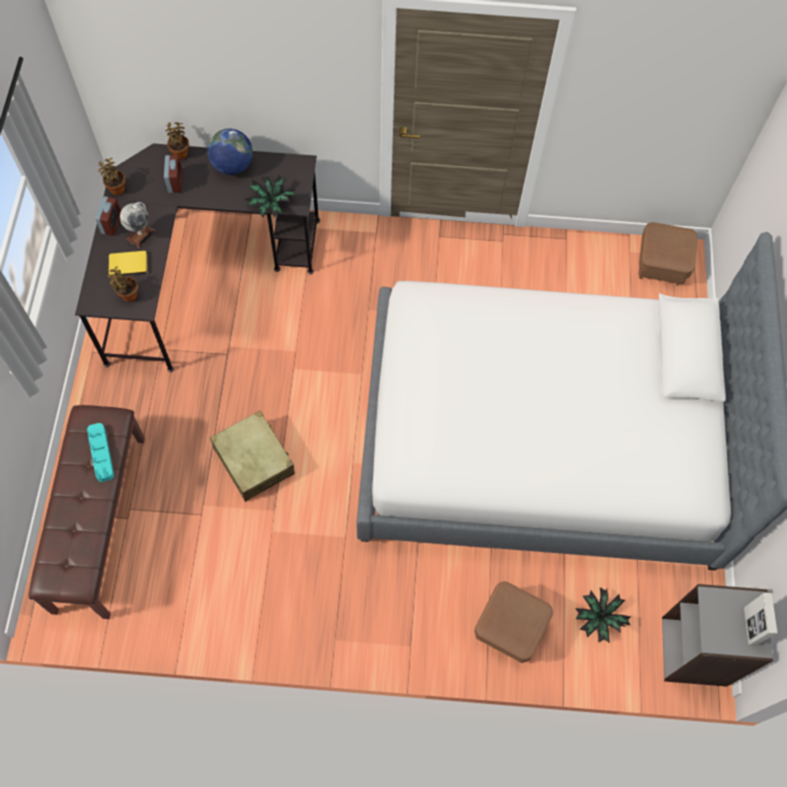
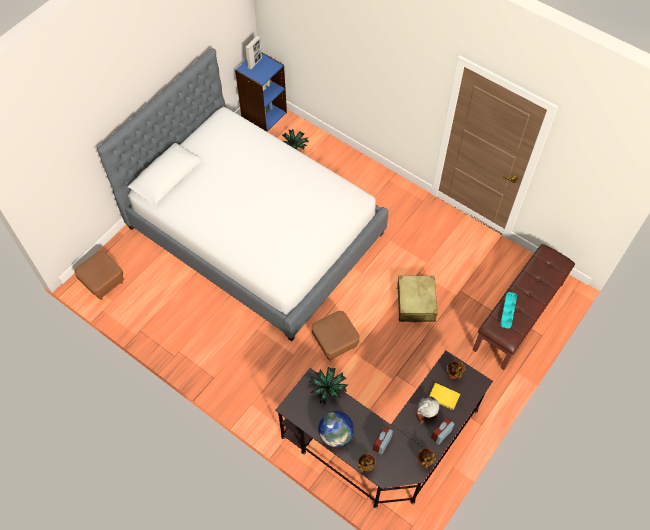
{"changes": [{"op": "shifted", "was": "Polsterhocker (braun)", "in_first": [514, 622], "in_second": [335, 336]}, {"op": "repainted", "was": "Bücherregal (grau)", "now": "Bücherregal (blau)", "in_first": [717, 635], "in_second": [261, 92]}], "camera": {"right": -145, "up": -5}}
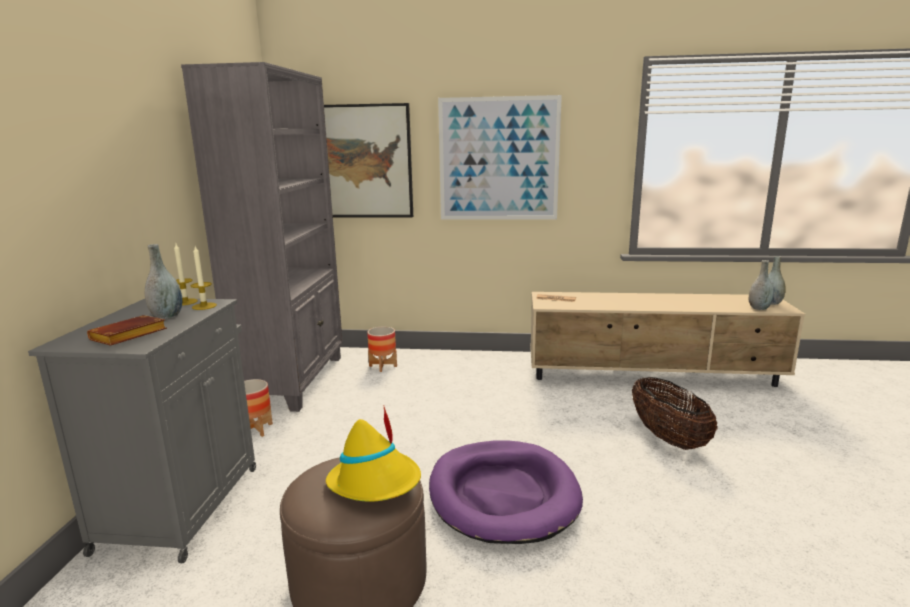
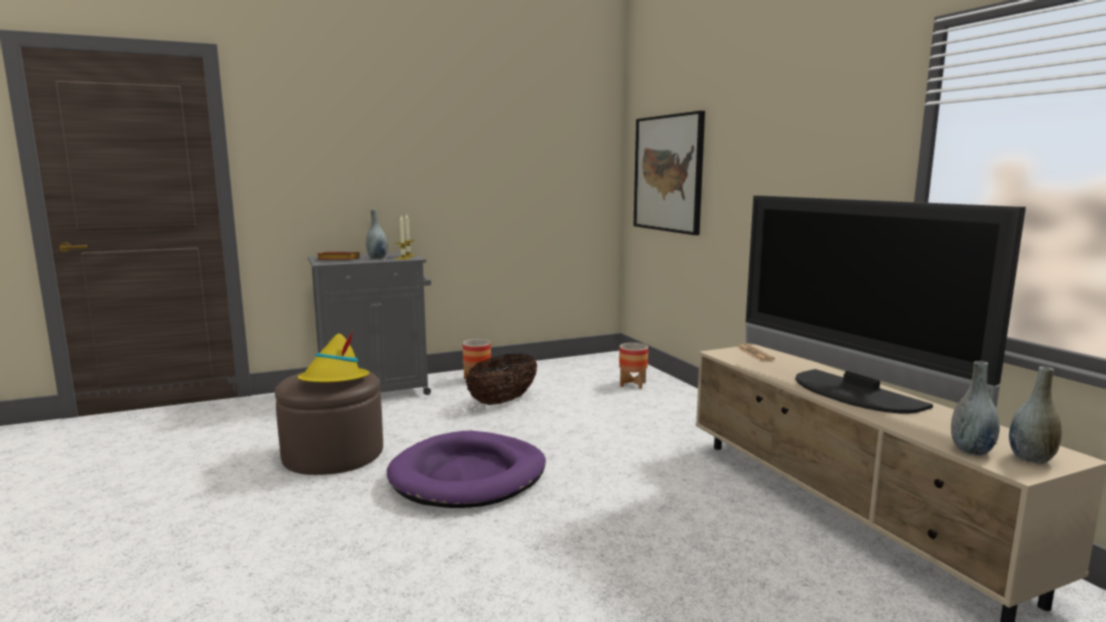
{"changes": [{"op": "gone", "was": "Bücherregal (grau)", "in_first": [262, 237]}, {"op": "gone", "was": "Bild", "in_first": [500, 157]}, {"op": "shifted", "was": "Korb", "in_first": [675, 413], "in_second": [501, 379]}, {"op": "new", "now": "Fernseher", "in_second": [886, 305]}], "camera": {"right": 60, "up": -5}}
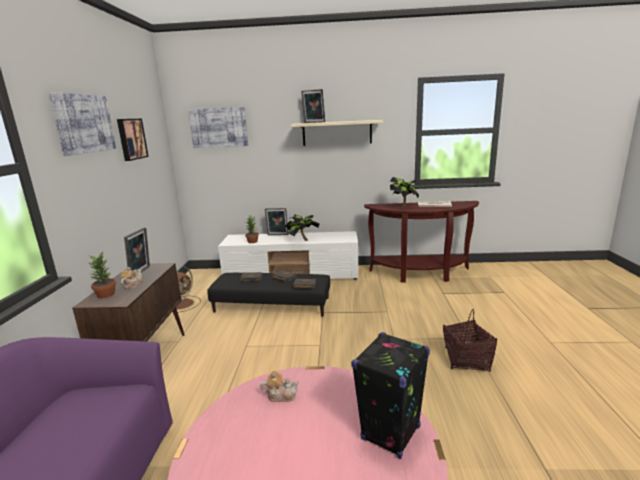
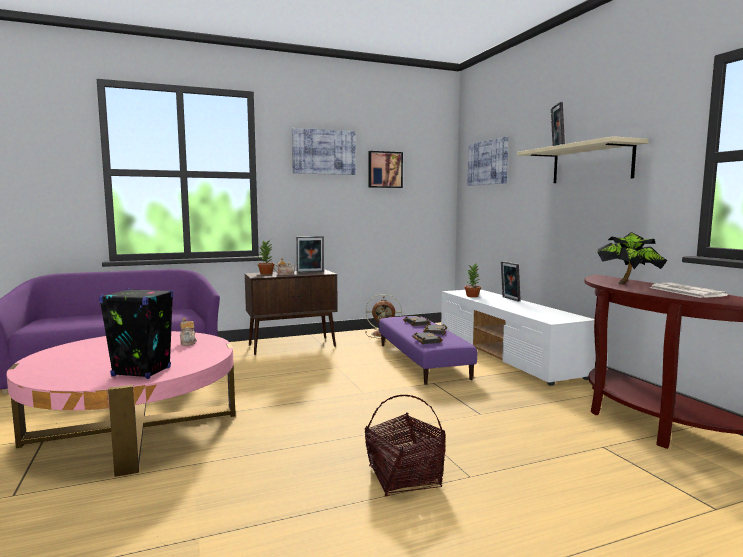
{"changes": [{"op": "gone", "was": "Topfpflanze", "in_first": [302, 227]}, {"op": "repainted", "was": "Polsterhocker (schwarz)", "now": "Polsterhocker (lila)", "in_first": [268, 295], "in_second": [428, 350]}], "camera": {"right": 65, "up": -10}}
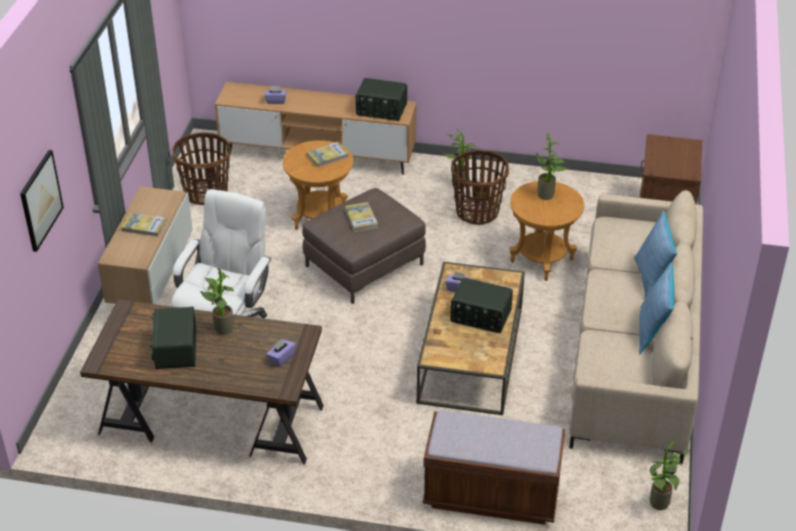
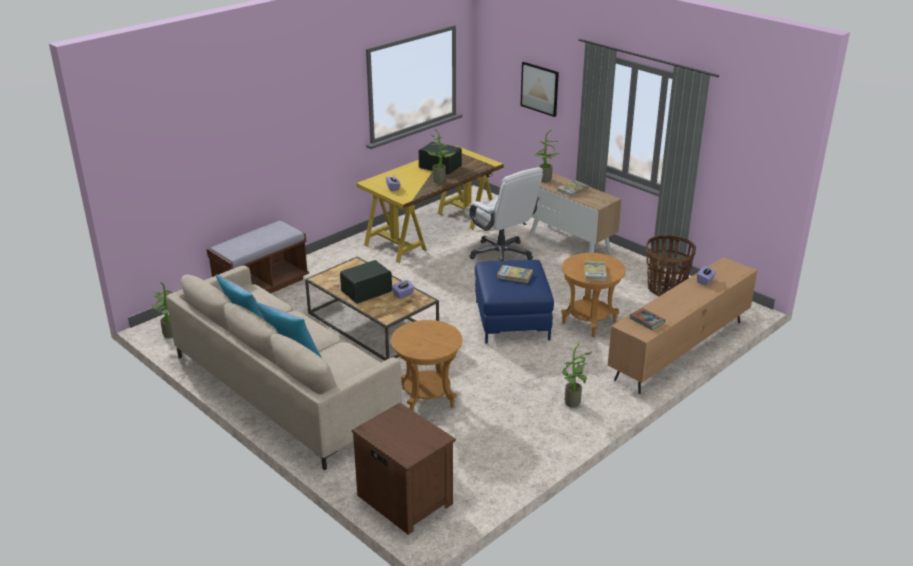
{"changes": [{"op": "swapped", "was": "Radio", "now": "Buch", "in_first": [381, 99], "in_second": [647, 319]}, {"op": "shifted", "was": "Topfpflanze", "in_first": [553, 166], "in_second": [547, 156]}, {"op": "gone", "was": "Korb", "in_first": [480, 187]}, {"op": "repainted", "was": "Polsterhocker (braun)", "now": "Polsterhocker (blau)", "in_first": [364, 246], "in_second": [514, 302]}, {"op": "repainted", "was": "Schreibtisch (braun)", "now": "Schreibtisch (gelb)", "in_first": [202, 382], "in_second": [430, 204]}], "camera": {"right": 125, "up": -10}}
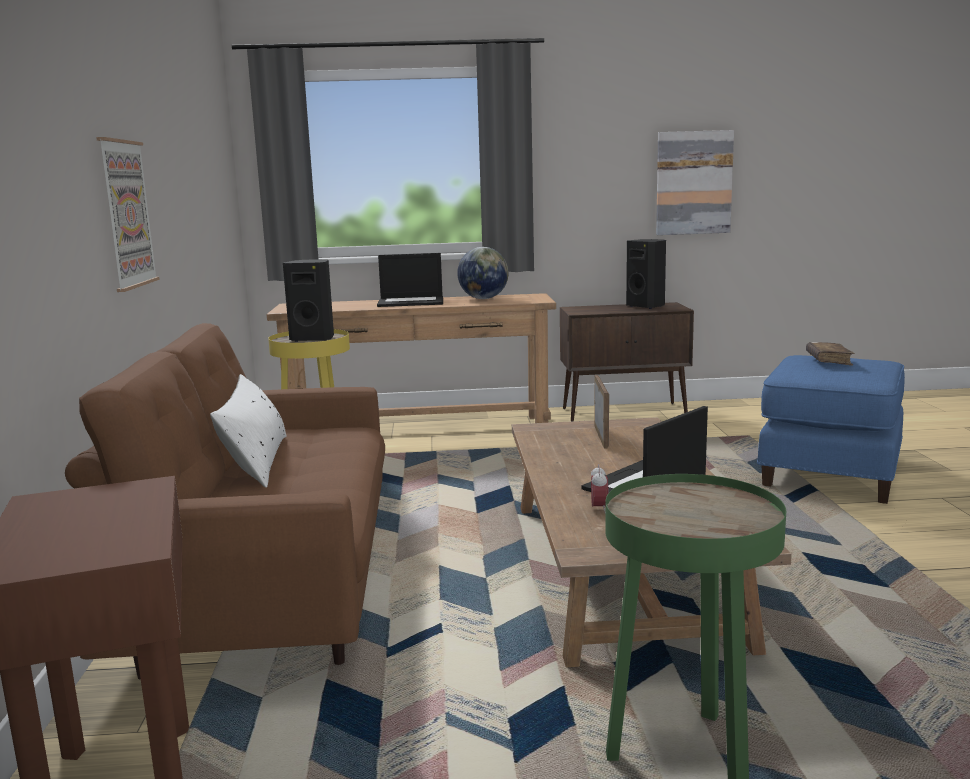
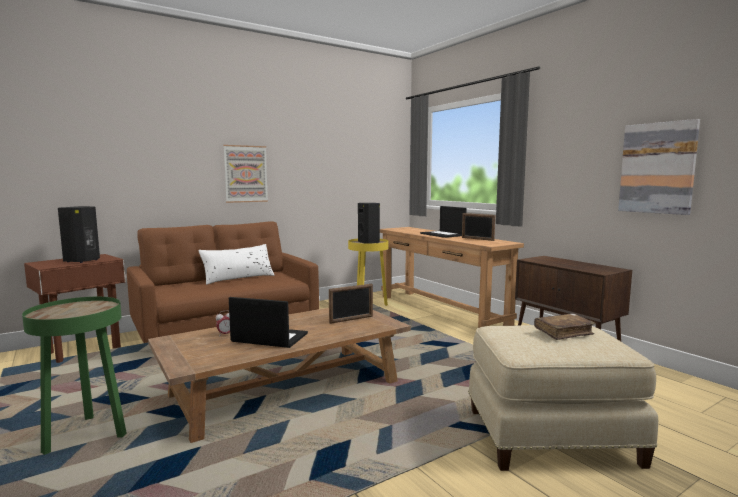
{"changes": [{"op": "shifted", "was": "Lautsprecher (schwarz)", "in_first": [646, 274], "in_second": [79, 234]}, {"op": "swapped", "was": "Globus", "now": "Bilderrahmen", "in_first": [482, 273], "in_second": [478, 227]}, {"op": "repainted", "was": "Polsterhocker (blau)", "now": "Polsterhocker (beige)", "in_first": [831, 429], "in_second": [563, 398]}], "camera": {"right": 60, "up": -5}}
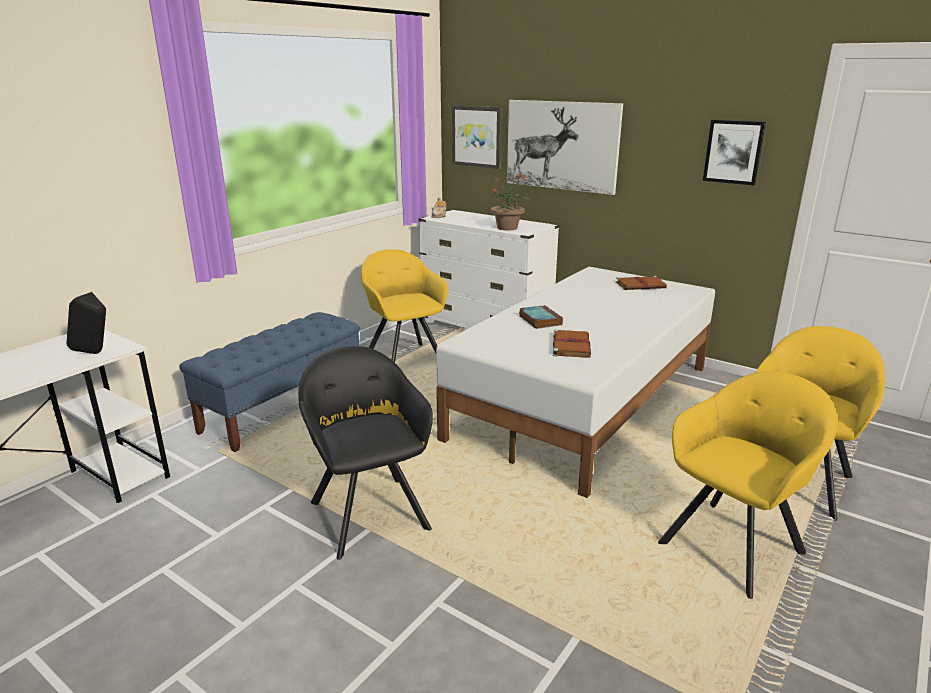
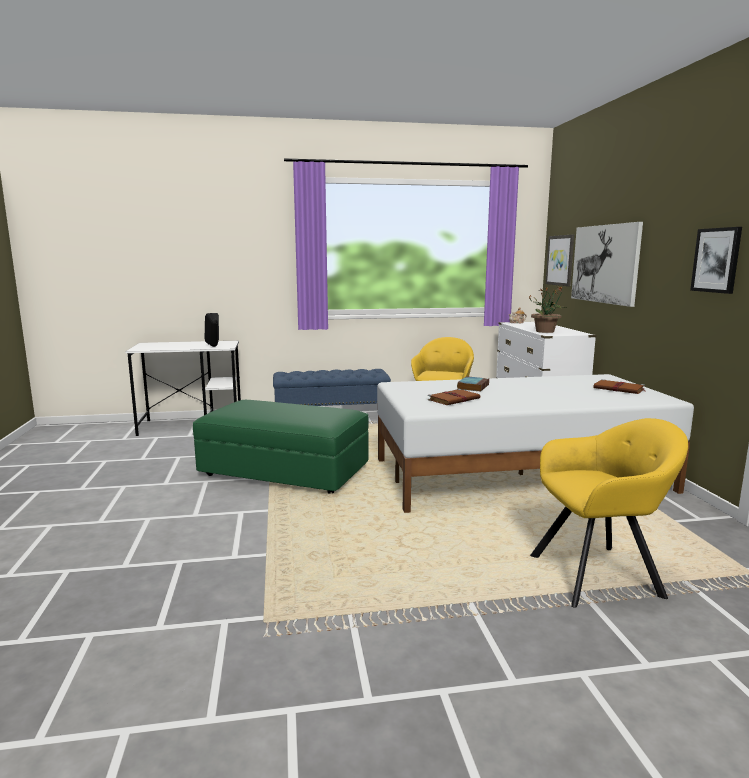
{"changes": [{"op": "swapped", "was": "Sessel (schwarz)", "now": "Polsterhocker (grün)", "in_first": [365, 453], "in_second": [281, 447]}, {"op": "gone", "was": "Sessel (gelb)", "in_first": [747, 485]}], "camera": {"right": 45, "up": -10}}
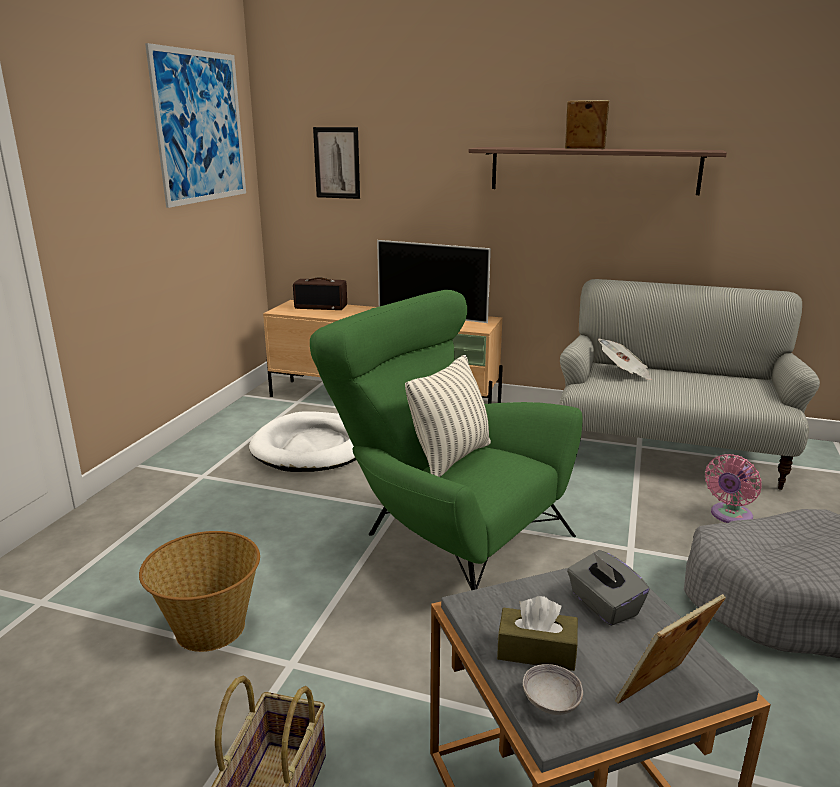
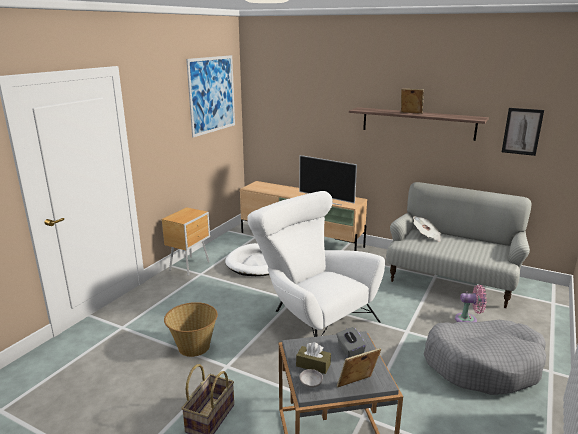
{"changes": [{"op": "shifted", "was": "Bild", "in_first": [336, 163], "in_second": [523, 132]}, {"op": "gone", "was": "Radio", "in_first": [320, 293]}, {"op": "repainted", "was": "Sessel (grün)", "now": "Sessel (weiß)", "in_first": [446, 440], "in_second": [316, 264]}, {"op": "gone", "was": "Kissen", "in_first": [448, 416]}, {"op": "rotated", "was": "Ventilator (rosa)", "in_first": [733, 488], "in_second": [471, 303], "clockwise": -135}, {"op": "new", "now": "Nachttisch (braun)", "in_second": [186, 241]}], "camera": {"right": 10, "up": 0}}
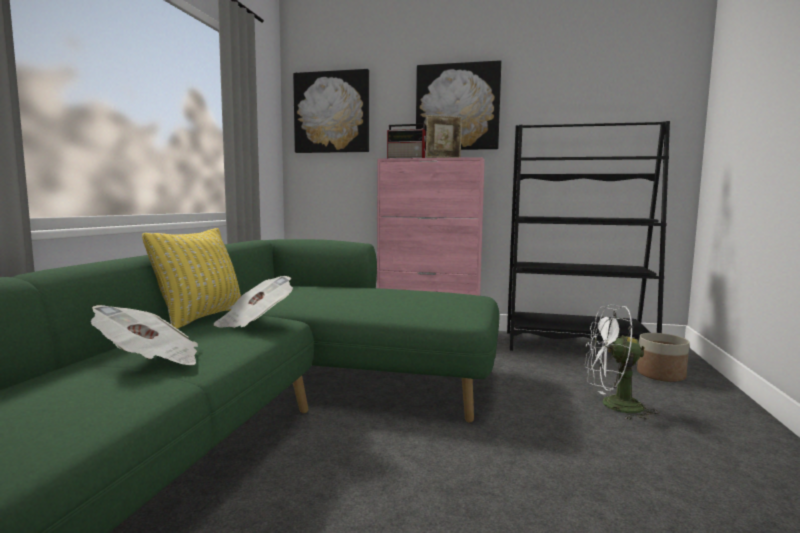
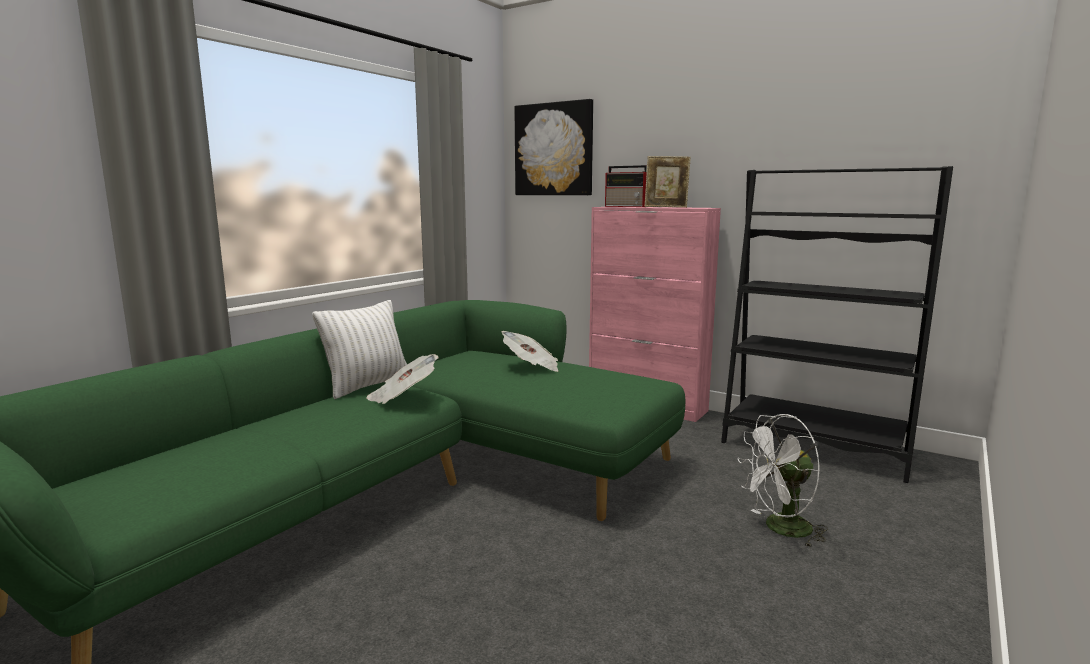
{"changes": [{"op": "gone", "was": "Bild", "in_first": [459, 105]}, {"op": "repainted", "was": "Kissen (gelb)", "now": "Kissen (weiß)", "in_first": [191, 278], "in_second": [359, 349]}, {"op": "rotated", "was": "Ventilator (weiß)", "in_first": [621, 362], "in_second": [783, 480], "clockwise": -45}, {"op": "shifted", "was": "Zeitung", "in_first": [144, 335], "in_second": [530, 351]}, {"op": "gone", "was": "Pflanzkübel", "in_first": [663, 357]}], "camera": {"right": 20, "up": 5}}
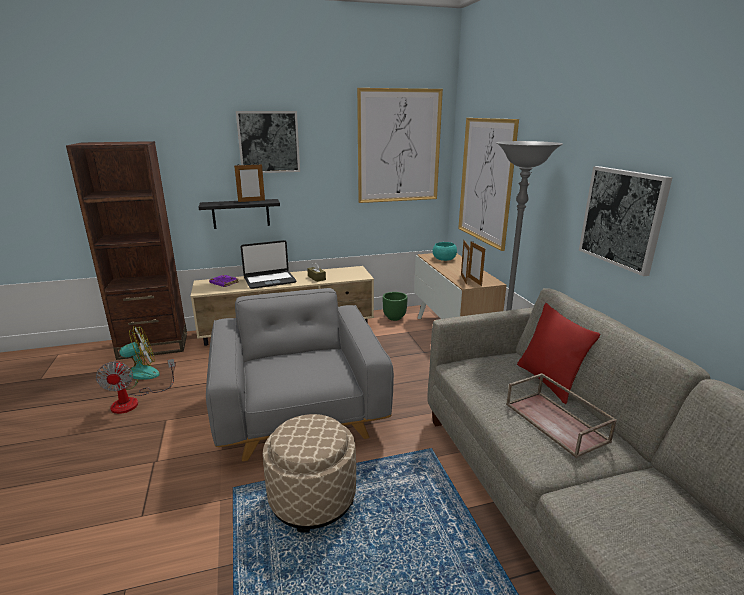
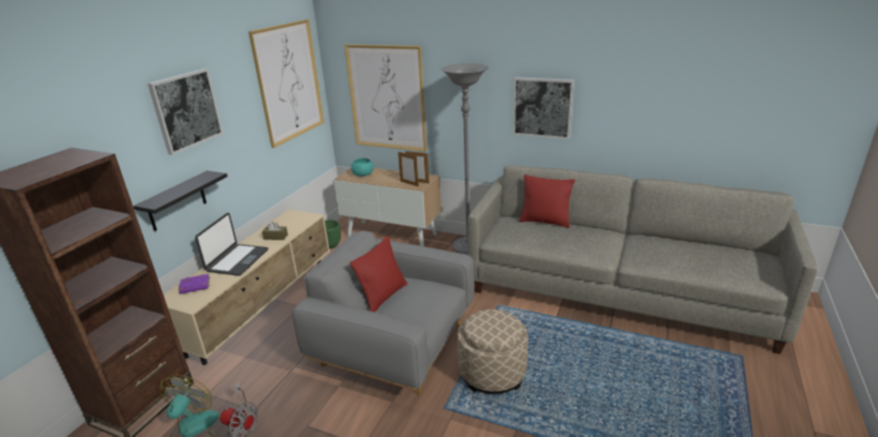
{"changes": [{"op": "gone", "was": "Bilderrahmen", "in_first": [249, 182]}, {"op": "gone", "was": "Tablett (braun)", "in_first": [561, 415]}, {"op": "new", "now": "Kissen (rot)", "in_second": [378, 273]}], "camera": {"right": -50, "up": 5}}
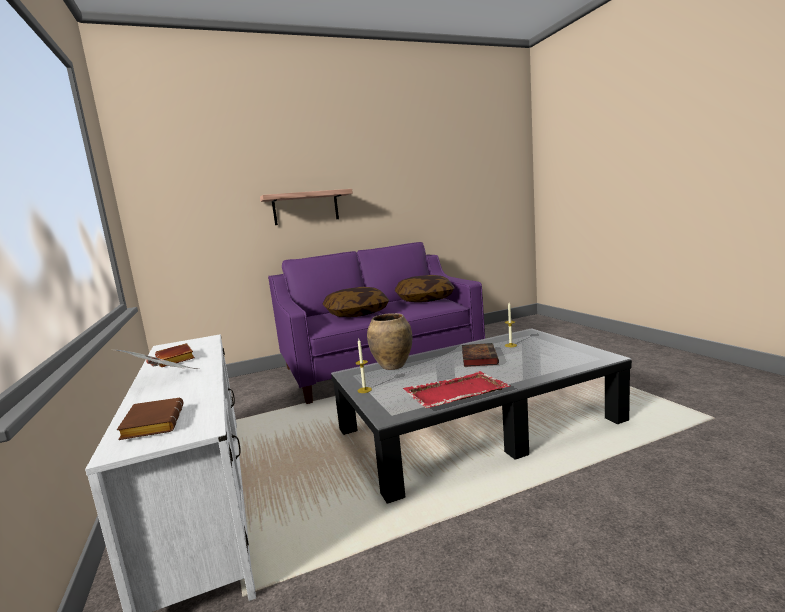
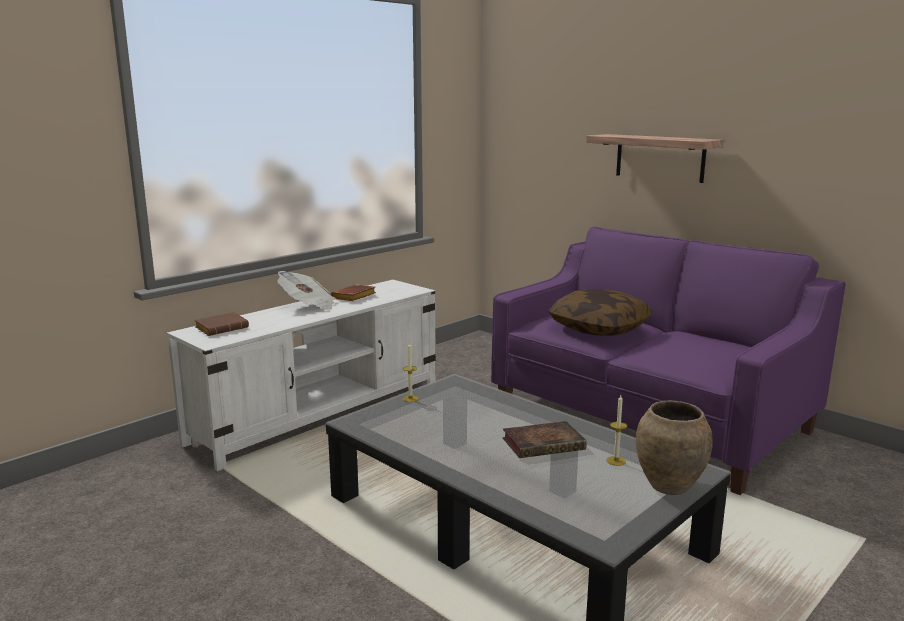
{"changes": [{"op": "gone", "was": "Kissen", "in_first": [425, 288]}, {"op": "shifted", "was": "Vase (braun)", "in_first": [389, 341], "in_second": [674, 447]}, {"op": "gone", "was": "Tablett (rot)", "in_first": [456, 389]}], "camera": {"right": 65, "up": 5}}
